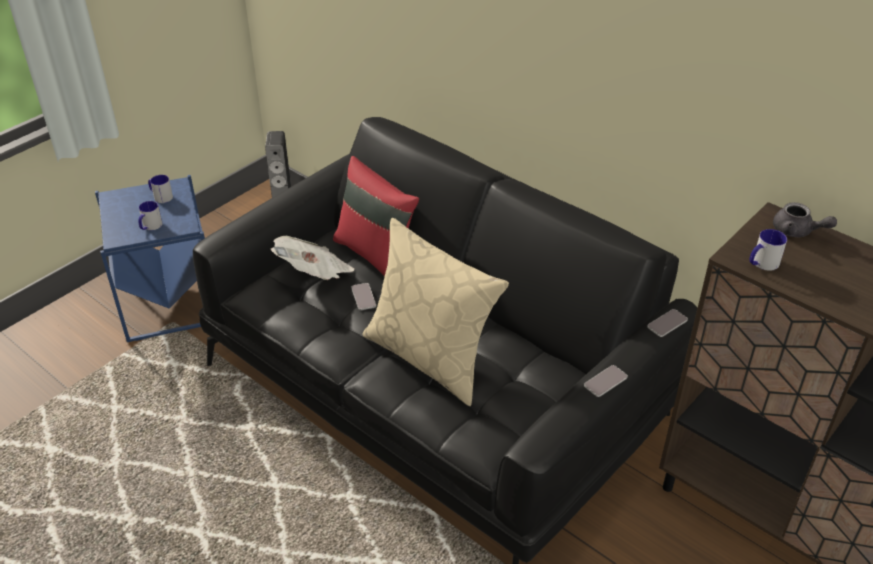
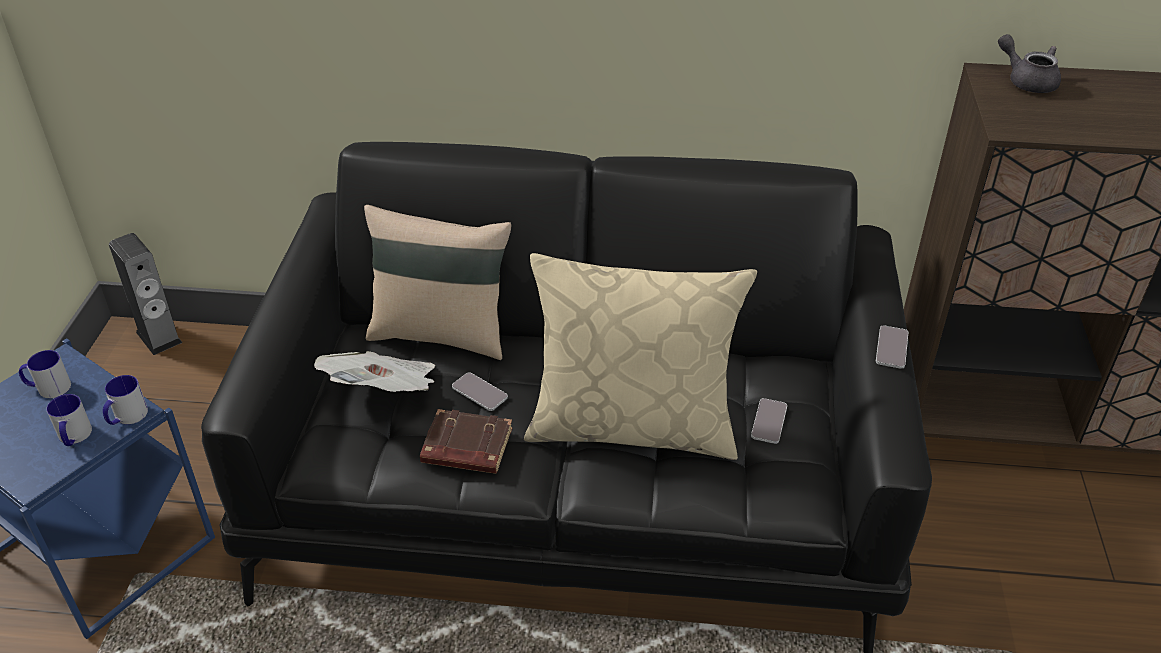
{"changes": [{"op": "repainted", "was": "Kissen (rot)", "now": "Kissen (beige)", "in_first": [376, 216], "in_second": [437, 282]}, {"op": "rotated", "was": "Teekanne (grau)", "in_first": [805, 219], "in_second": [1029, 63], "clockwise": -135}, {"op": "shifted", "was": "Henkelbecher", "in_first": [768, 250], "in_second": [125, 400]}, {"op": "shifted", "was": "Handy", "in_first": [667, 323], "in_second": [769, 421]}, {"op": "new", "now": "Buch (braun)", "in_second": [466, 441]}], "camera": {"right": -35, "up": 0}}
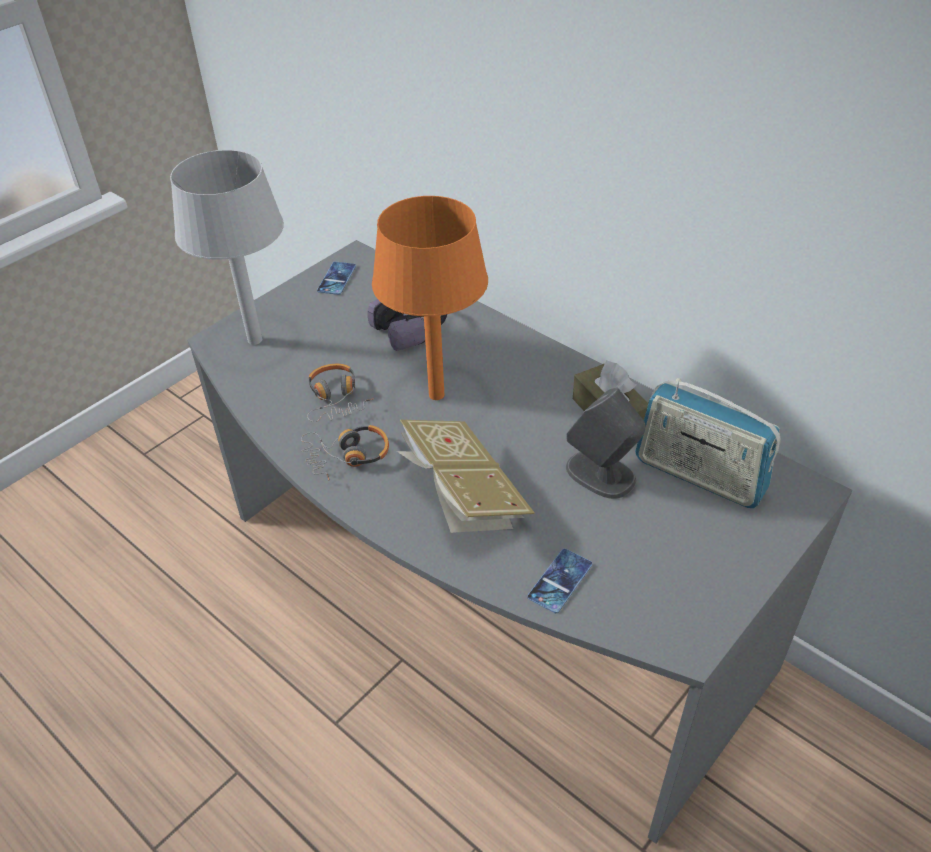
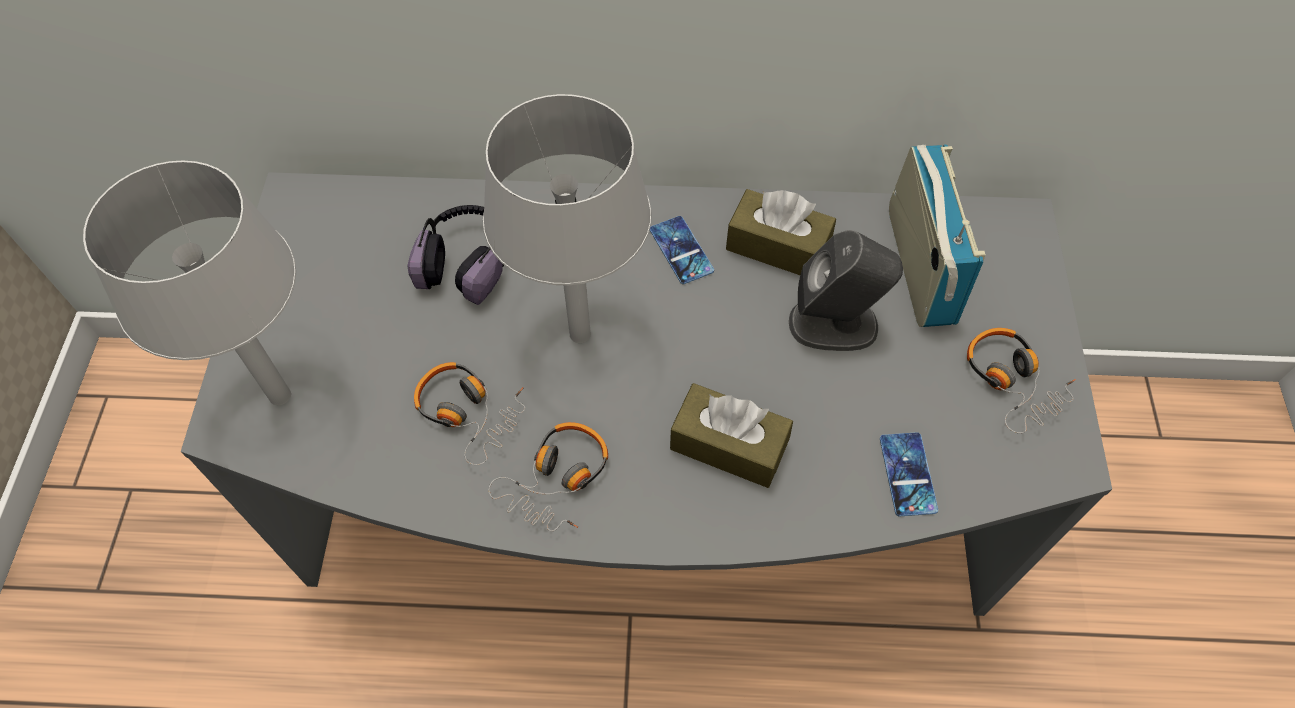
{"changes": [{"op": "repainted", "was": "Tischlampe (orange)", "now": "Tischlampe (grau)", "in_first": [430, 298], "in_second": [567, 218]}, {"op": "shifted", "was": "Handy", "in_first": [336, 278], "in_second": [682, 250]}, {"op": "rotated", "was": "Radio", "in_first": [708, 443], "in_second": [937, 235], "clockwise": -90}, {"op": "swapped", "was": "Buch", "now": "Taschentuchbox (braun)", "in_first": [465, 476], "in_second": [731, 435]}, {"op": "new", "now": "Kopfhörer", "in_second": [1021, 381]}], "camera": {"right": -40, "up": 15}}
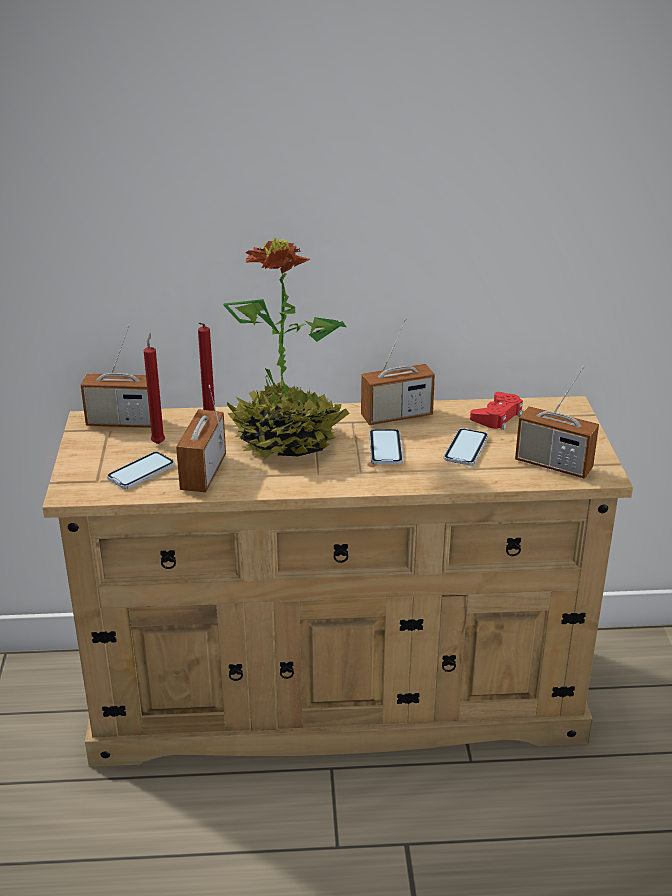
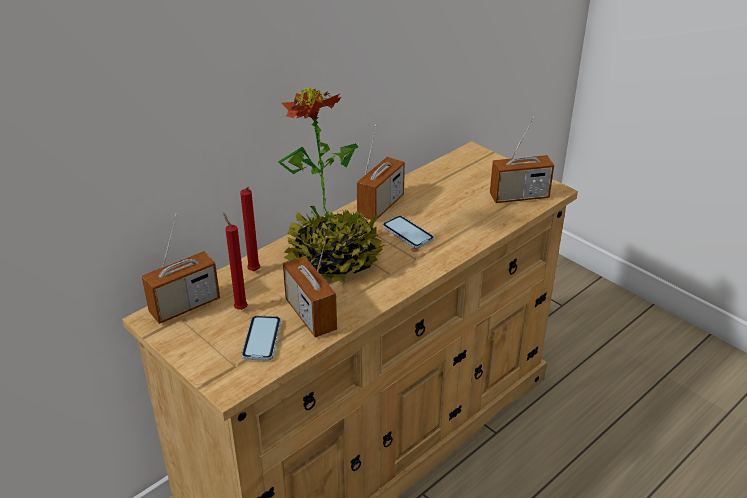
{"changes": [{"op": "gone", "was": "Gamepad (rot)", "in_first": [496, 411]}, {"op": "gone", "was": "Handy", "in_first": [466, 447]}], "camera": {"right": -40, "up": 5}}
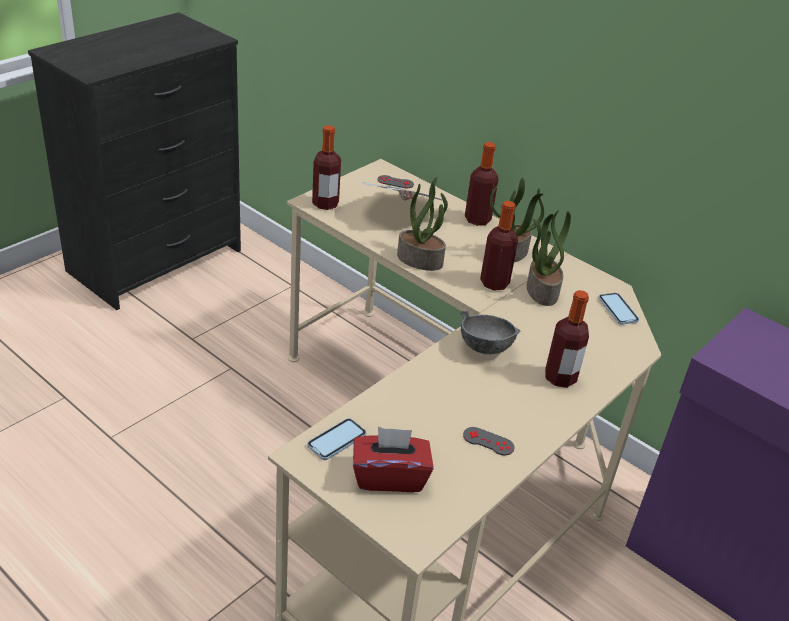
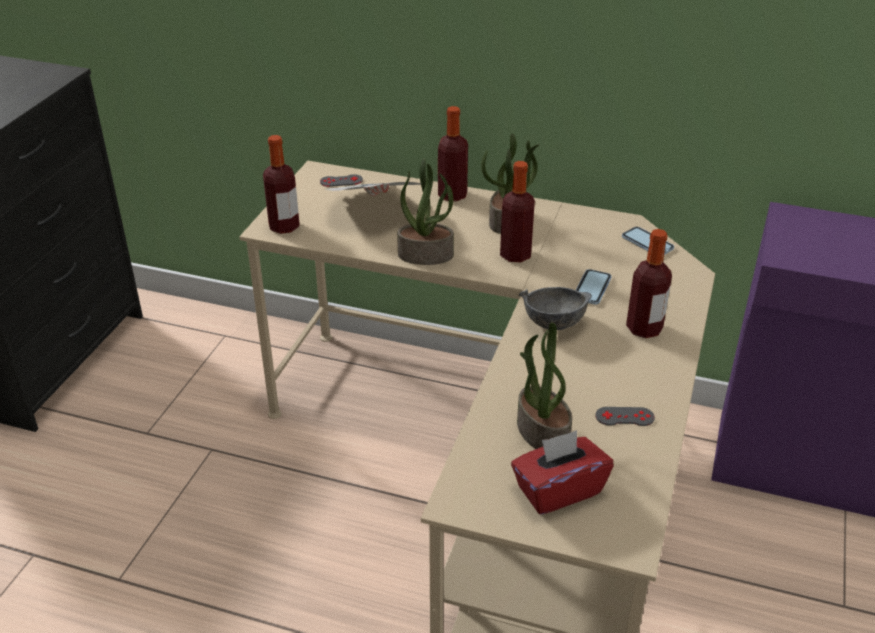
{"changes": [{"op": "shifted", "was": "Topfpflanze", "in_first": [549, 258], "in_second": [544, 386]}, {"op": "shifted", "was": "Handy", "in_first": [336, 439], "in_second": [593, 287]}], "camera": {"right": -20, "up": 0}}
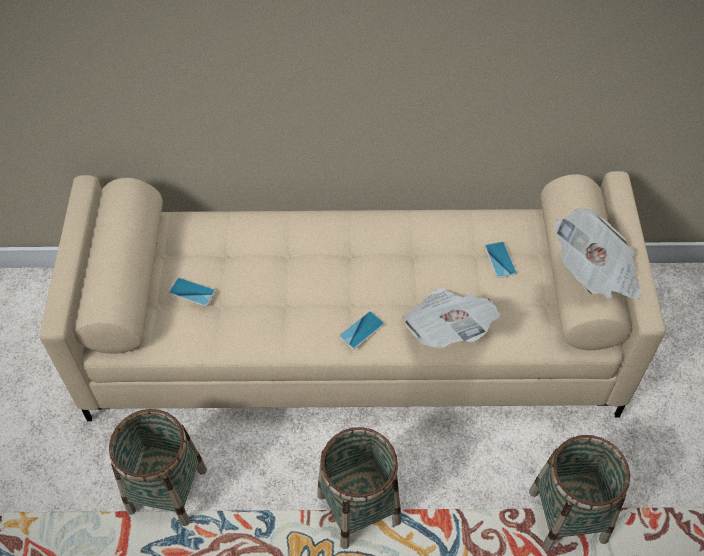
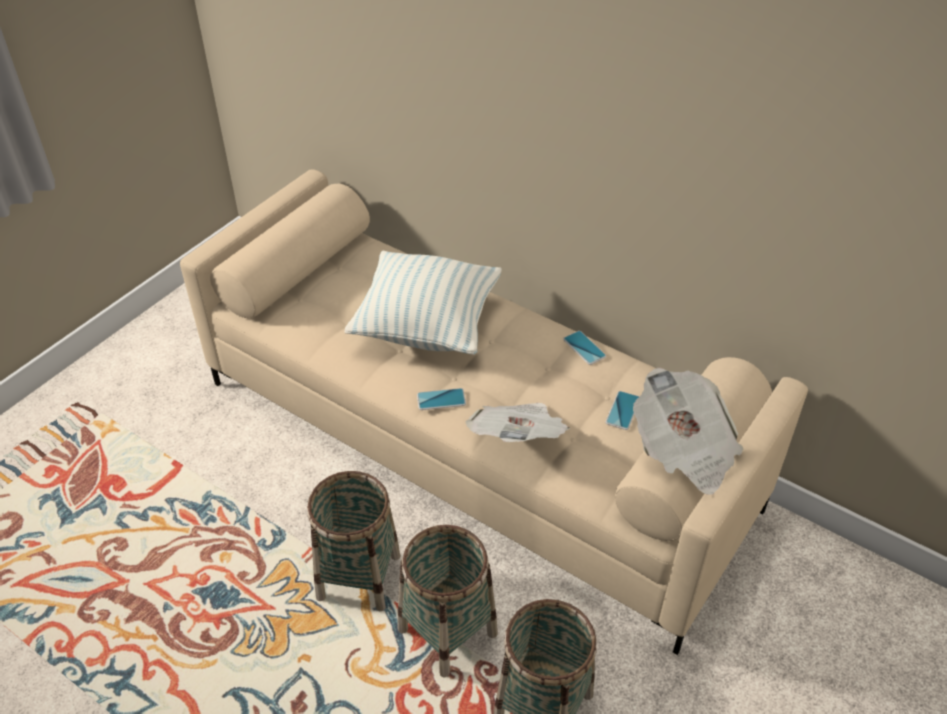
{"changes": [{"op": "shifted", "was": "Handy", "in_first": [192, 292], "in_second": [584, 348]}, {"op": "shifted", "was": "Korb", "in_first": [158, 467], "in_second": [448, 601]}, {"op": "new", "now": "Kissen", "in_second": [423, 303]}], "camera": {"right": 35, "up": -10}}
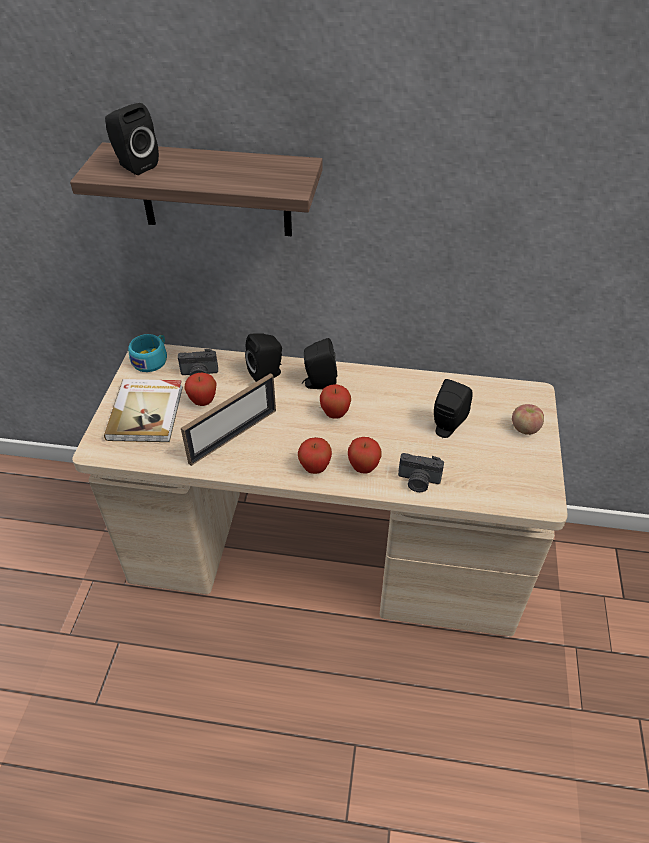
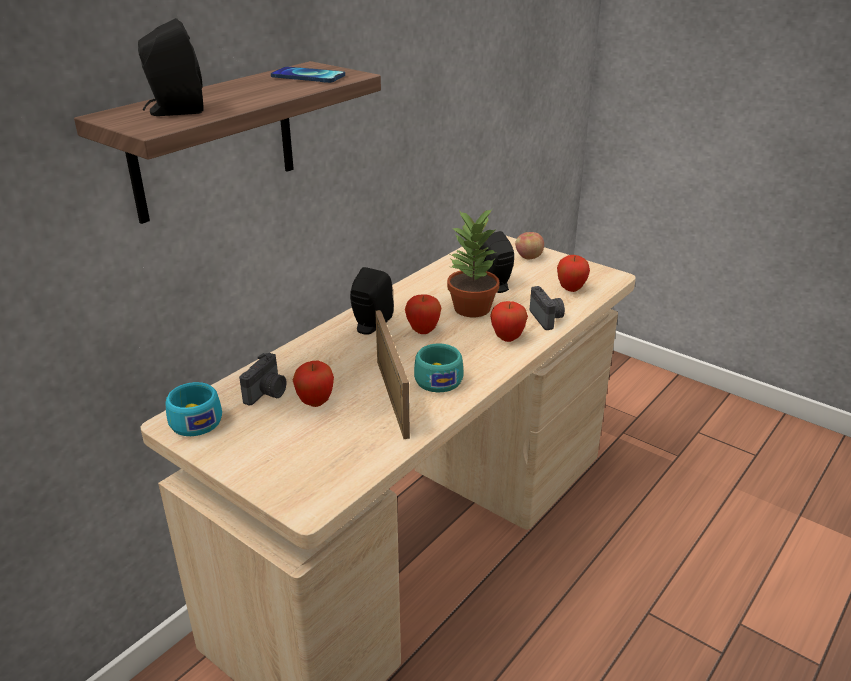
{"changes": [{"op": "gone", "was": "Lautsprecher (schwarz)", "in_first": [263, 357]}, {"op": "gone", "was": "Buch", "in_first": [143, 410]}, {"op": "shifted", "was": "Apfel", "in_first": [315, 455], "in_second": [573, 273]}, {"op": "rotated", "was": "Kamera", "in_first": [421, 472], "in_second": [547, 308], "clockwise": -60}, {"op": "new", "now": "Handy", "in_second": [308, 75]}, {"op": "new", "now": "Topfpflanze", "in_second": [473, 262]}, {"op": "new", "now": "Tasse (türkis)", "in_second": [438, 368]}], "camera": {"right": -60, "up": -15}}
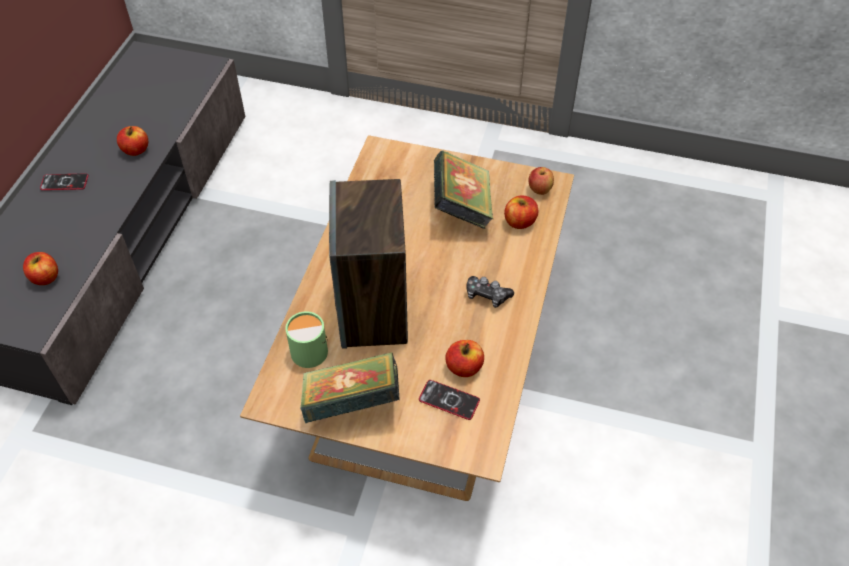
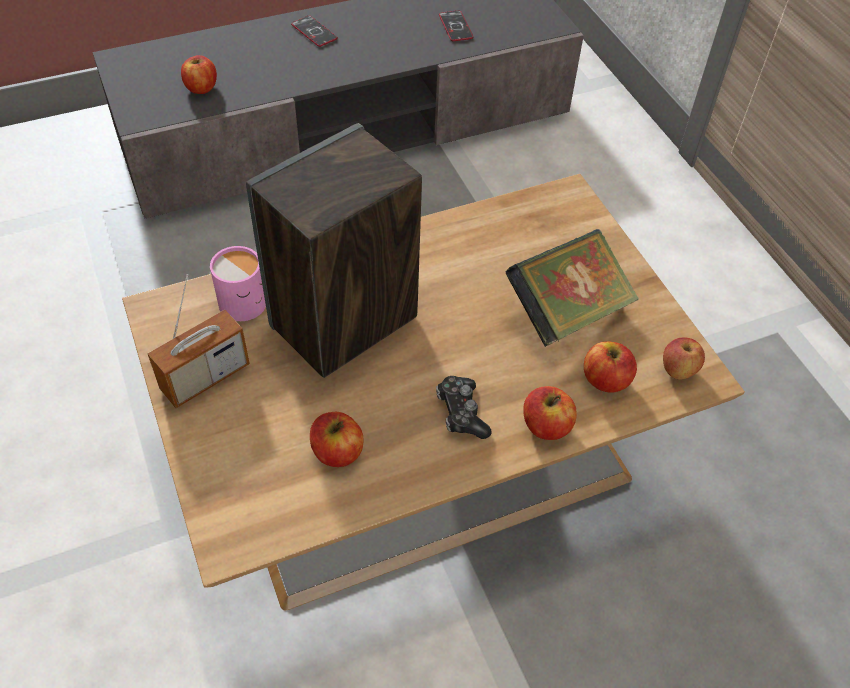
{"changes": [{"op": "shifted", "was": "Apfel", "in_first": [132, 141], "in_second": [550, 413]}, {"op": "repainted", "was": "Henkelbecher (grün)", "now": "Henkelbecher (rosa)", "in_first": [306, 339], "in_second": [238, 283]}, {"op": "swapped", "was": "Buch", "now": "Radio", "in_first": [350, 387], "in_second": [199, 341]}, {"op": "shifted", "was": "Handy", "in_first": [449, 400], "in_second": [456, 25]}], "camera": {"right": 50, "up": 0}}
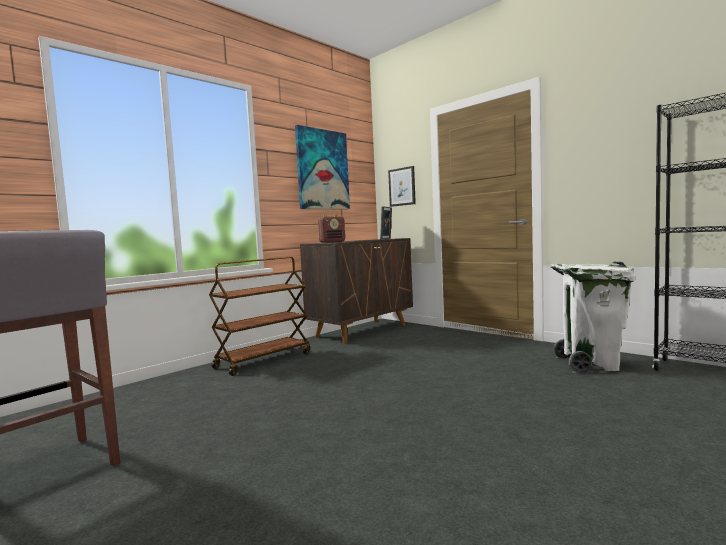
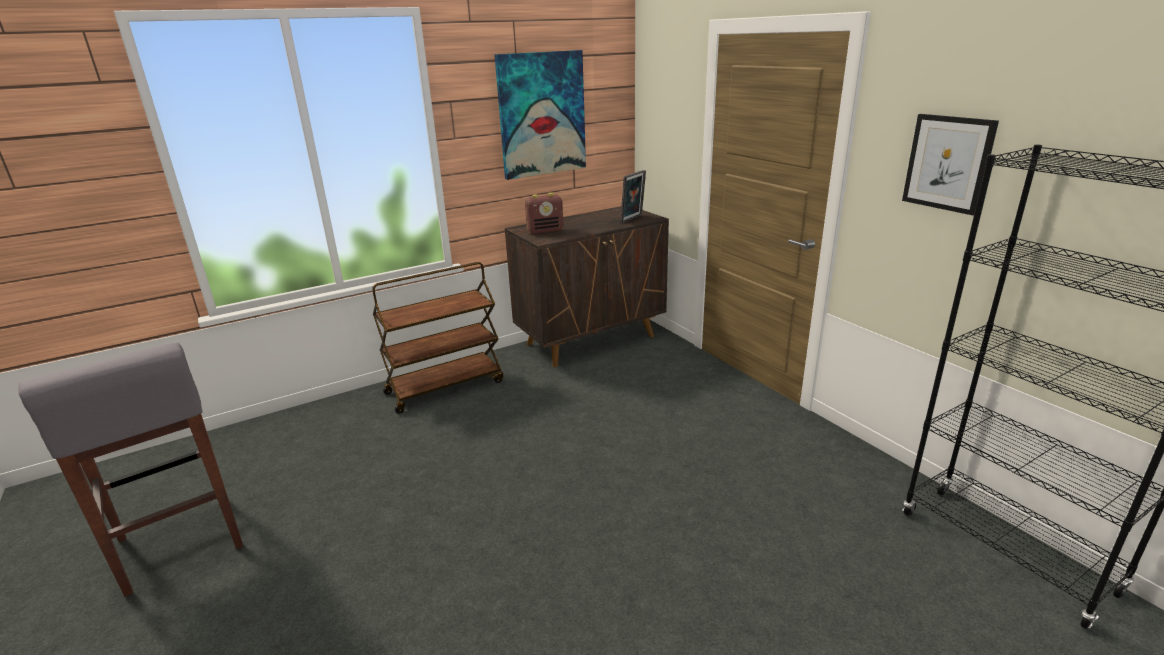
{"changes": [{"op": "shifted", "was": "Bild", "in_first": [402, 186], "in_second": [950, 165]}, {"op": "gone", "was": "Mülleimer (weiß)", "in_first": [593, 317]}], "camera": {"right": 15, "up": 20}}
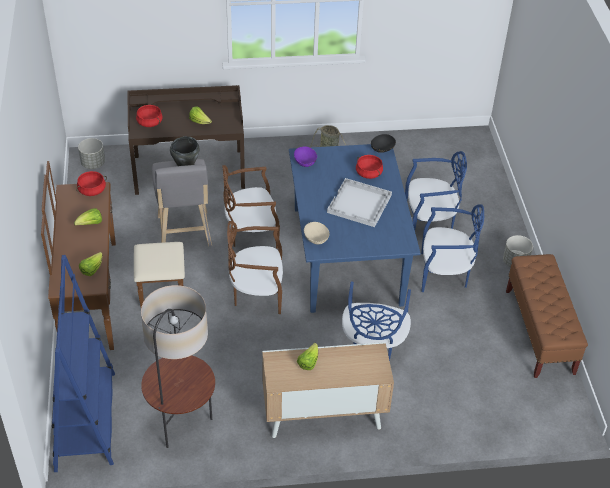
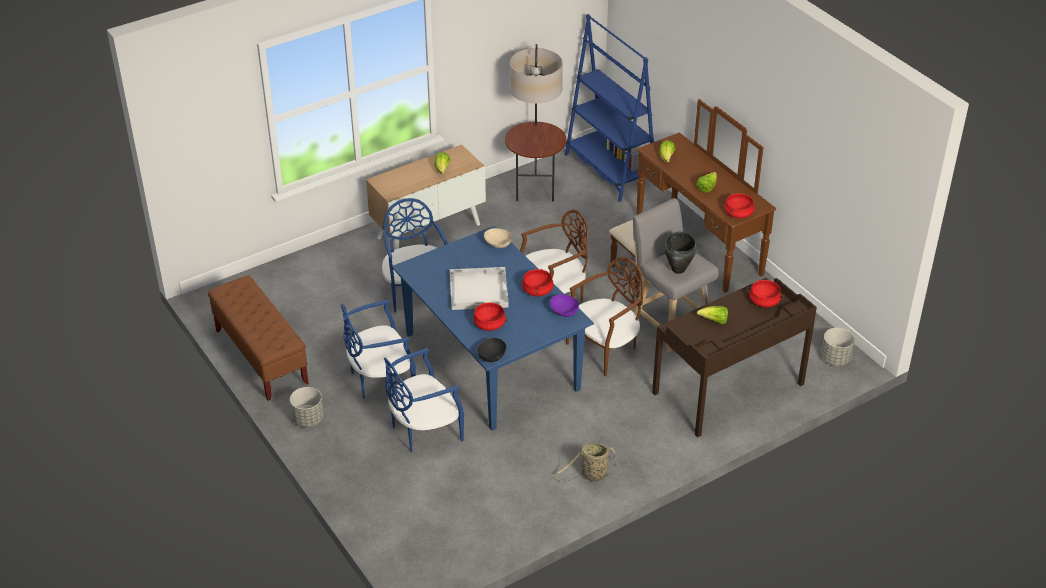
{"changes": [{"op": "new", "now": "Kochtopf (rot)", "in_second": [538, 282]}], "camera": {"right": 155, "up": -5}}
